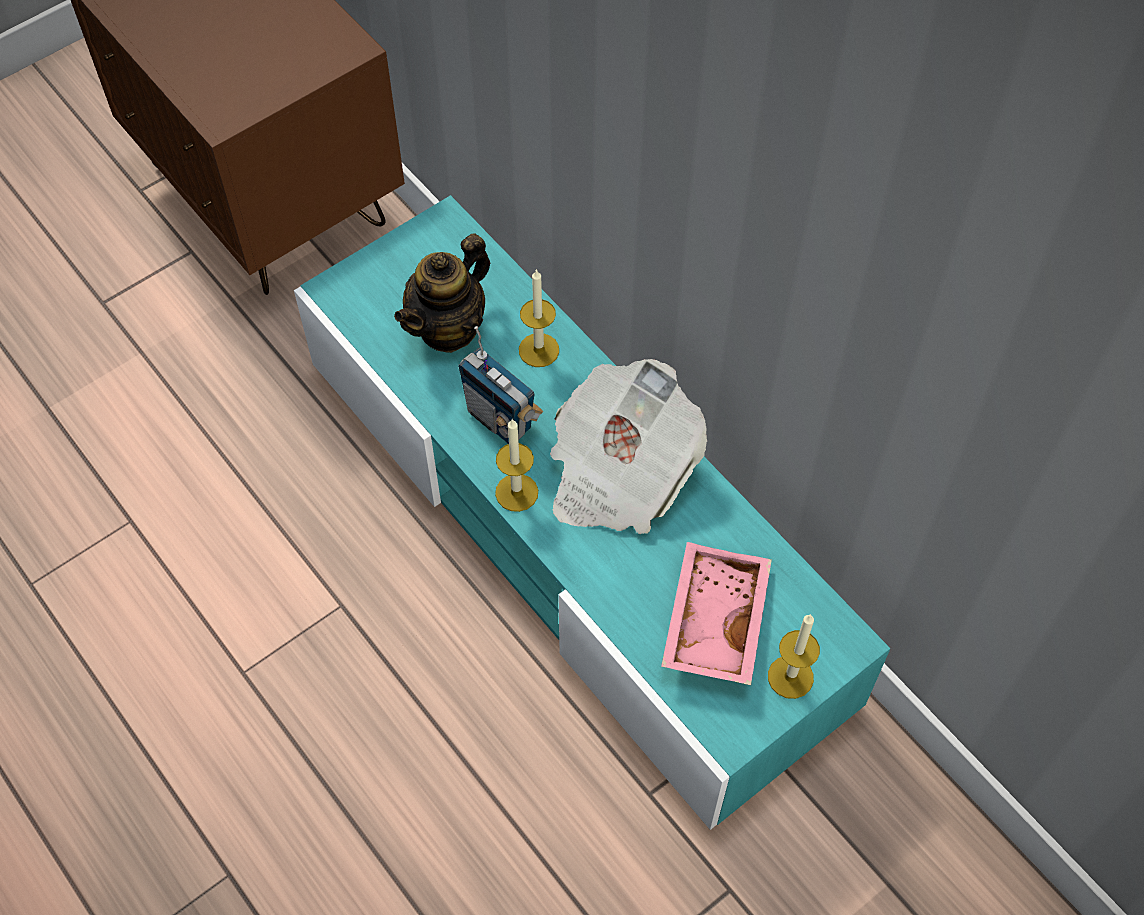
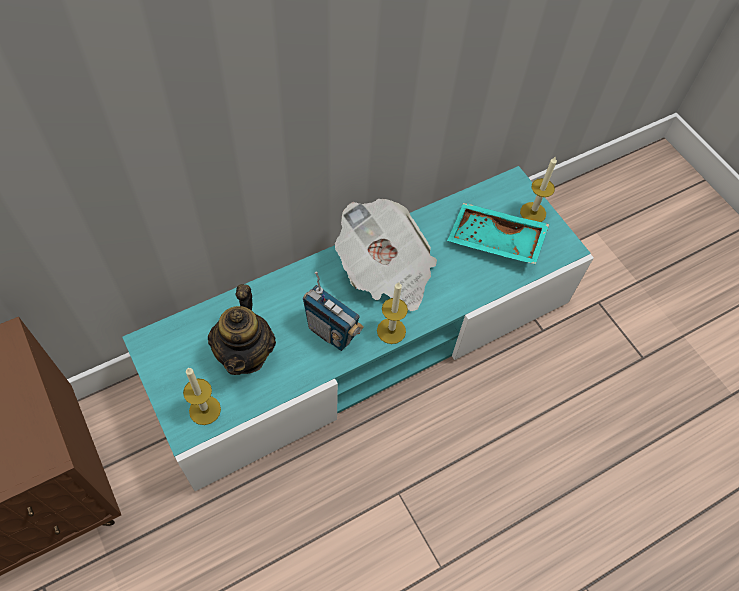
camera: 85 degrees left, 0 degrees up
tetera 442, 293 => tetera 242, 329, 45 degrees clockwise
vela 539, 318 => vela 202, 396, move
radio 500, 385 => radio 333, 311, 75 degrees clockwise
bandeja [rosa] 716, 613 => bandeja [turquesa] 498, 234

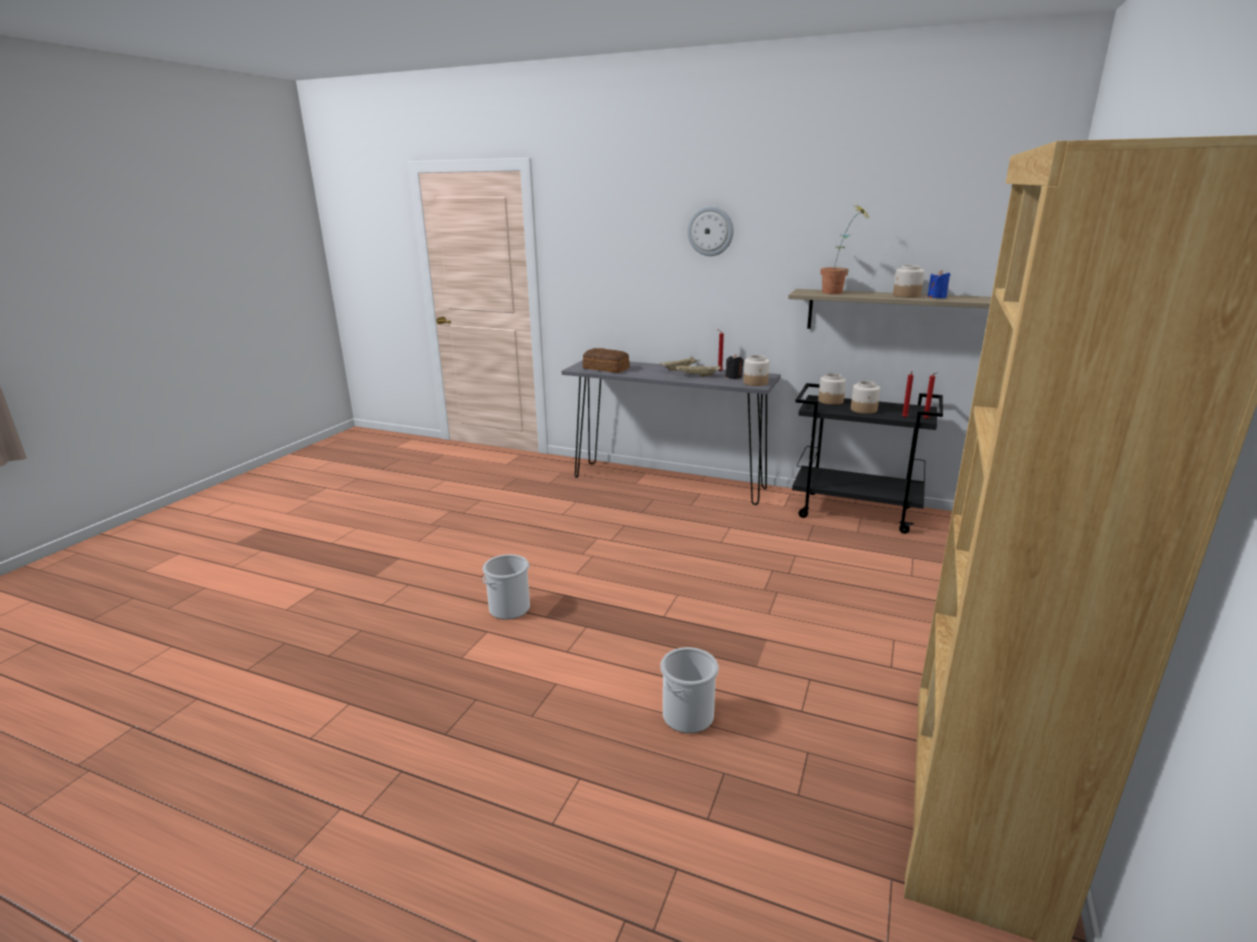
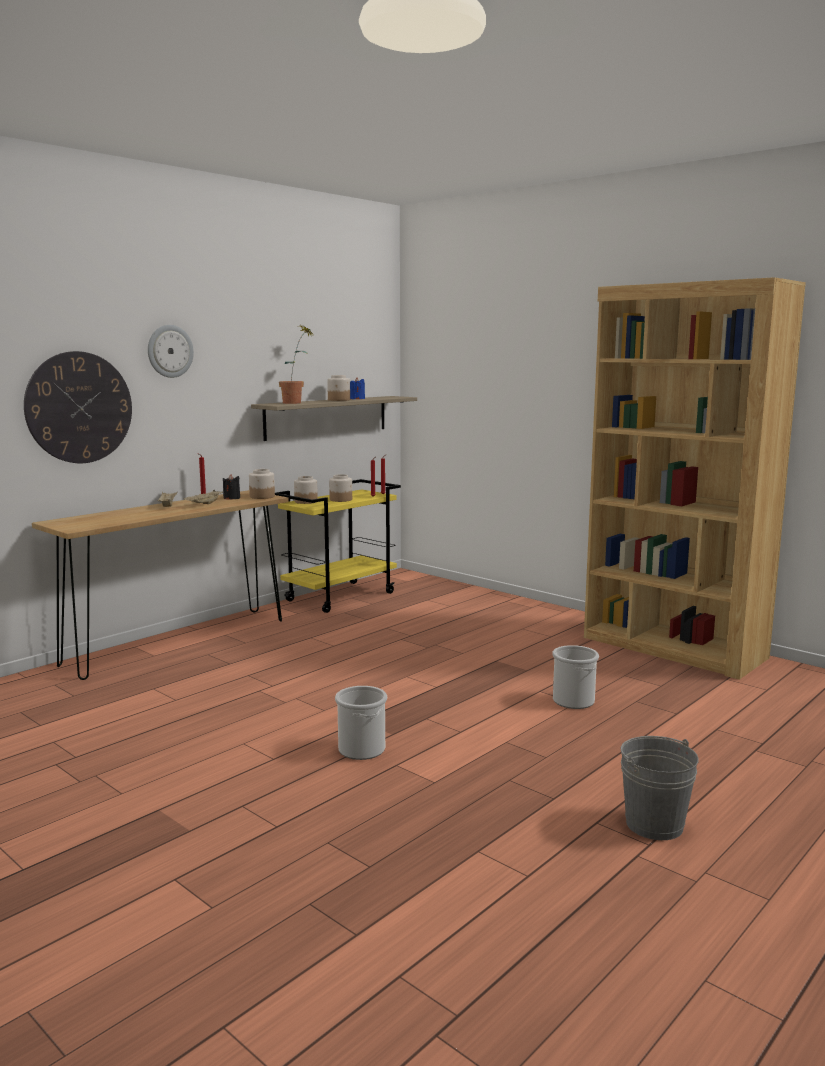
camera: 70 degrees left, 10 degrees down
pan 606, 360 => nothing
mesa consola [gris] 671, 432 => mesa consola [marrón] 160, 585
carrito [negro] 867, 458 => carrito [amarillo] 338, 546
nothing => reloj de pared 78, 407
nothing => cubo [gris] 659, 788

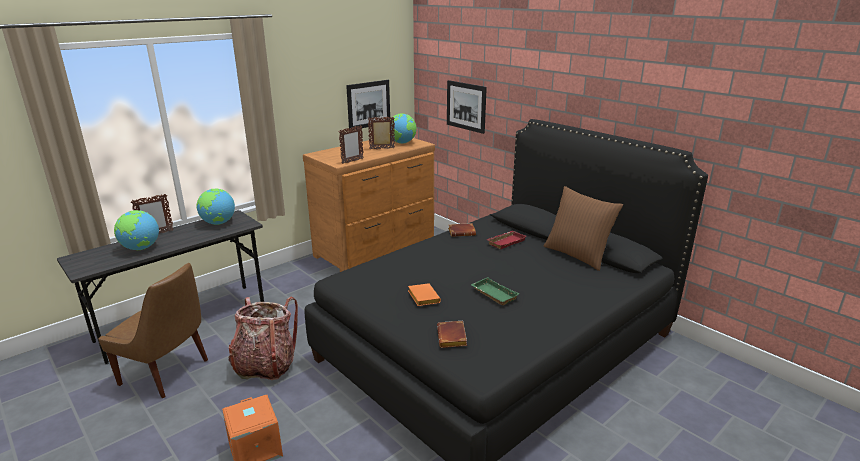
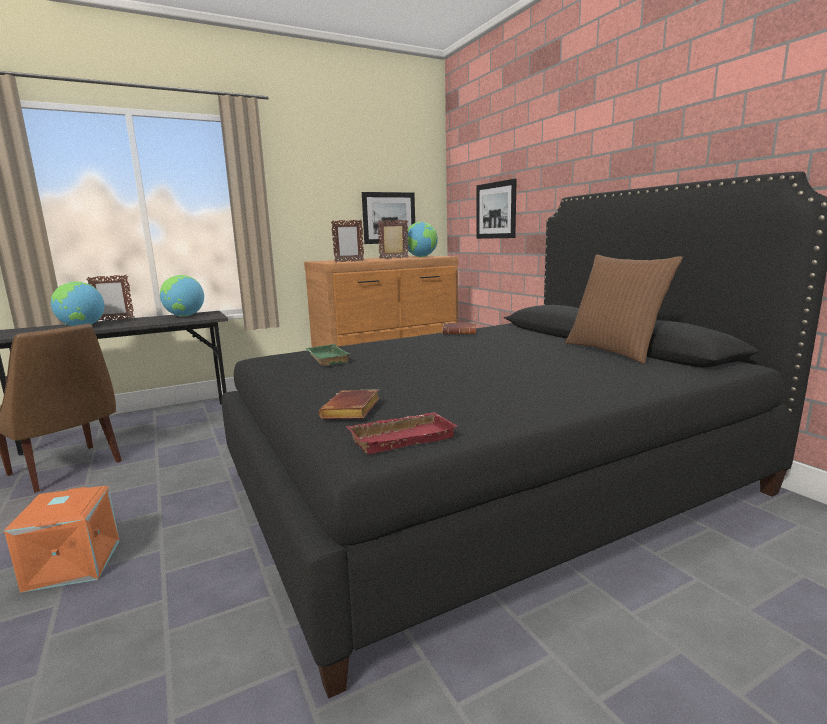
camera: 15 degrees right, 10 degrees down
bandeja [rojo] 506, 240 => bandeja [rojo] 402, 433, move
bandeja [verde] 495, 291 => bandeja [verde] 328, 355, move
libro [naranja] 424, 294 => nothing
mochila 263, 338 => nothing

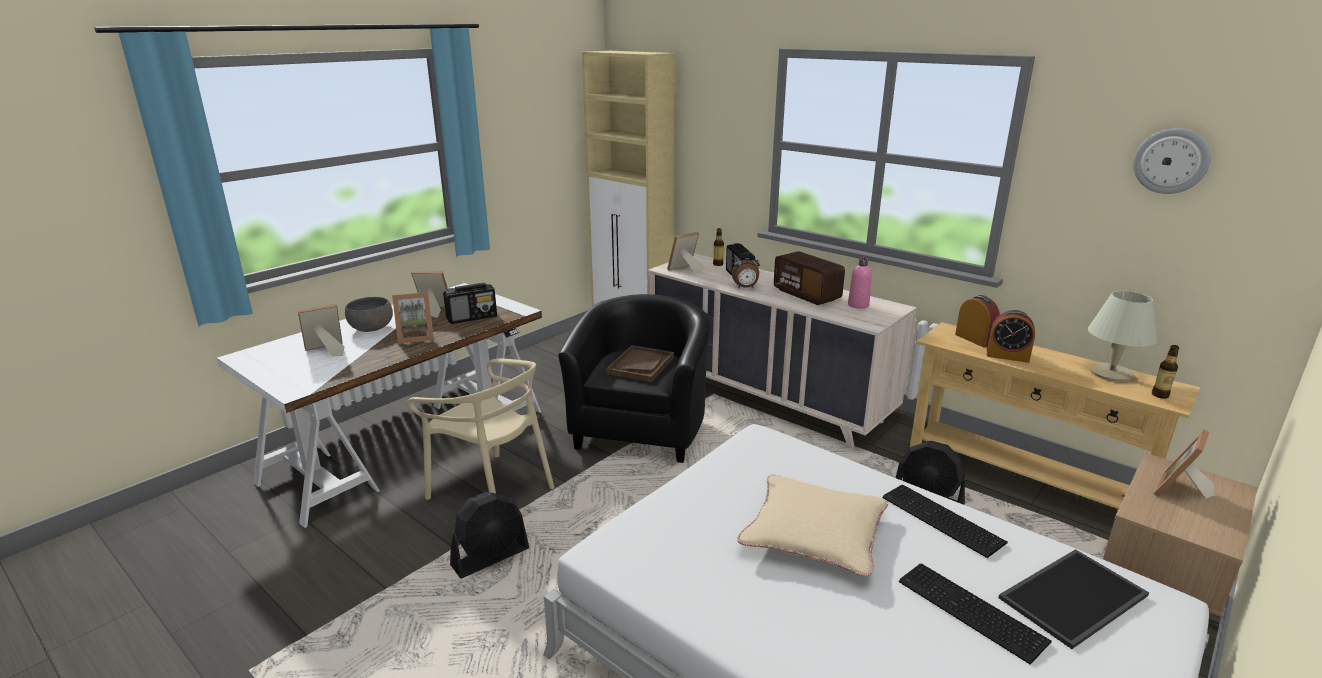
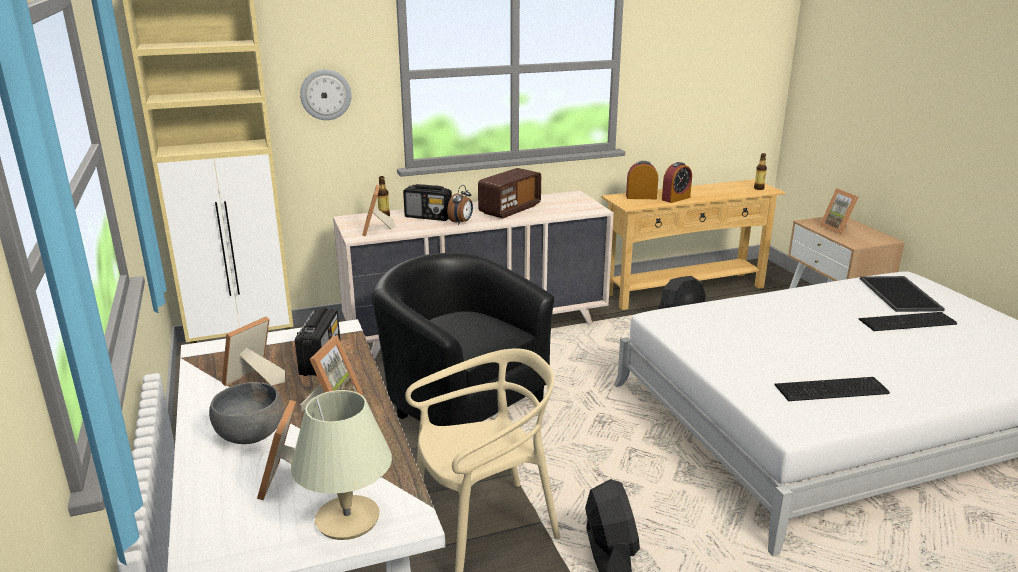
camera: 60 degrees left, 0 degrees up
reloj de pared 1172, 161 => reloj de pared 326, 94, move
radio 809, 278 => radio 509, 193, 45 degrees counterclockwise
botella [rosa] 860, 283 => nothing
lámpara de mesa [beis] 1122, 336 => lámpara de mesa [beis] 341, 465, move
bandeja [marrón] 640, 363 => nothing
cojín [beis] 812, 526 => nothing
teclado 945, 521 => teclado 832, 389, move

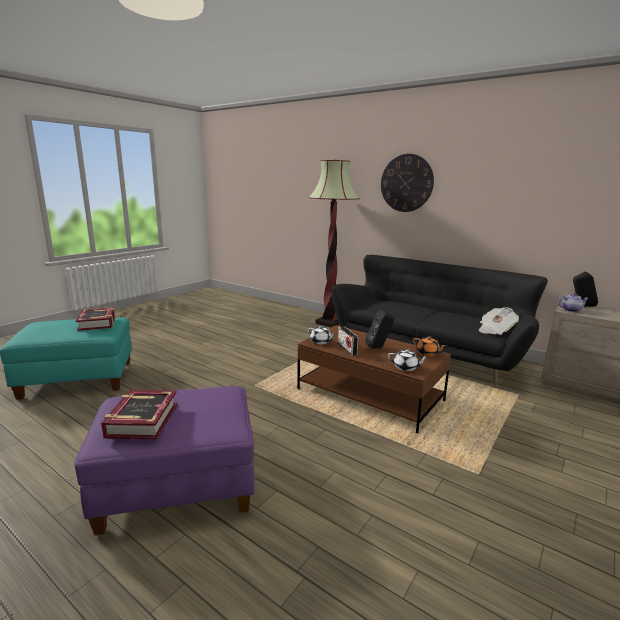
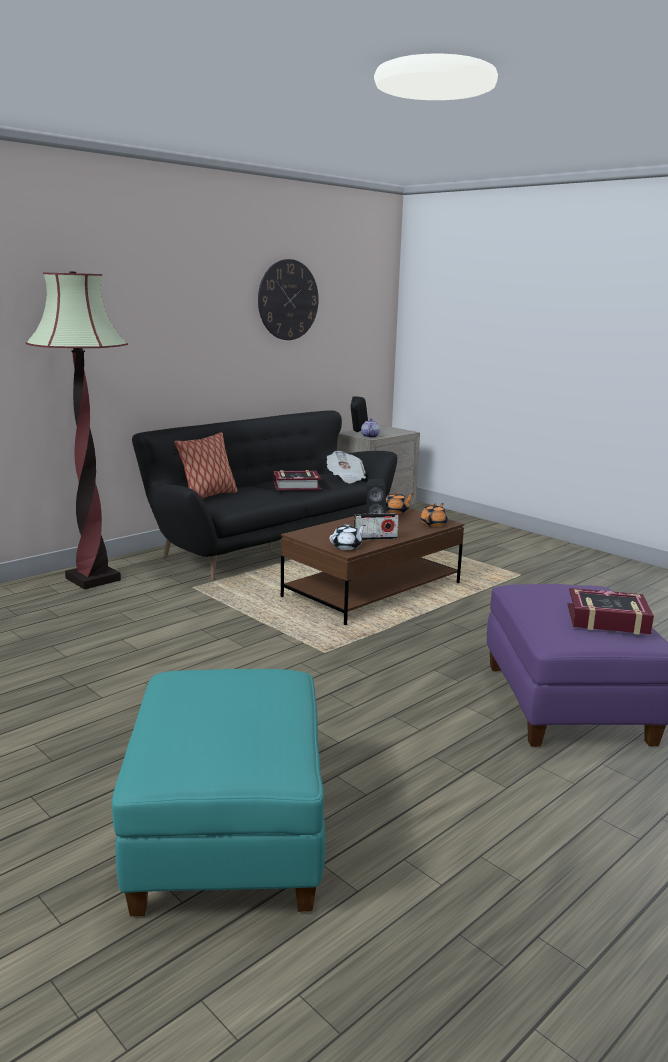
camera: 80 degrees left, 0 degrees up
reloj de pared 407, 183 => reloj de pared 288, 299, move
libro 96, 319 => libro 297, 480, move
tetera [blanco] 408, 360 => tetera [naranja] 434, 515
nothing => cojín 206, 466

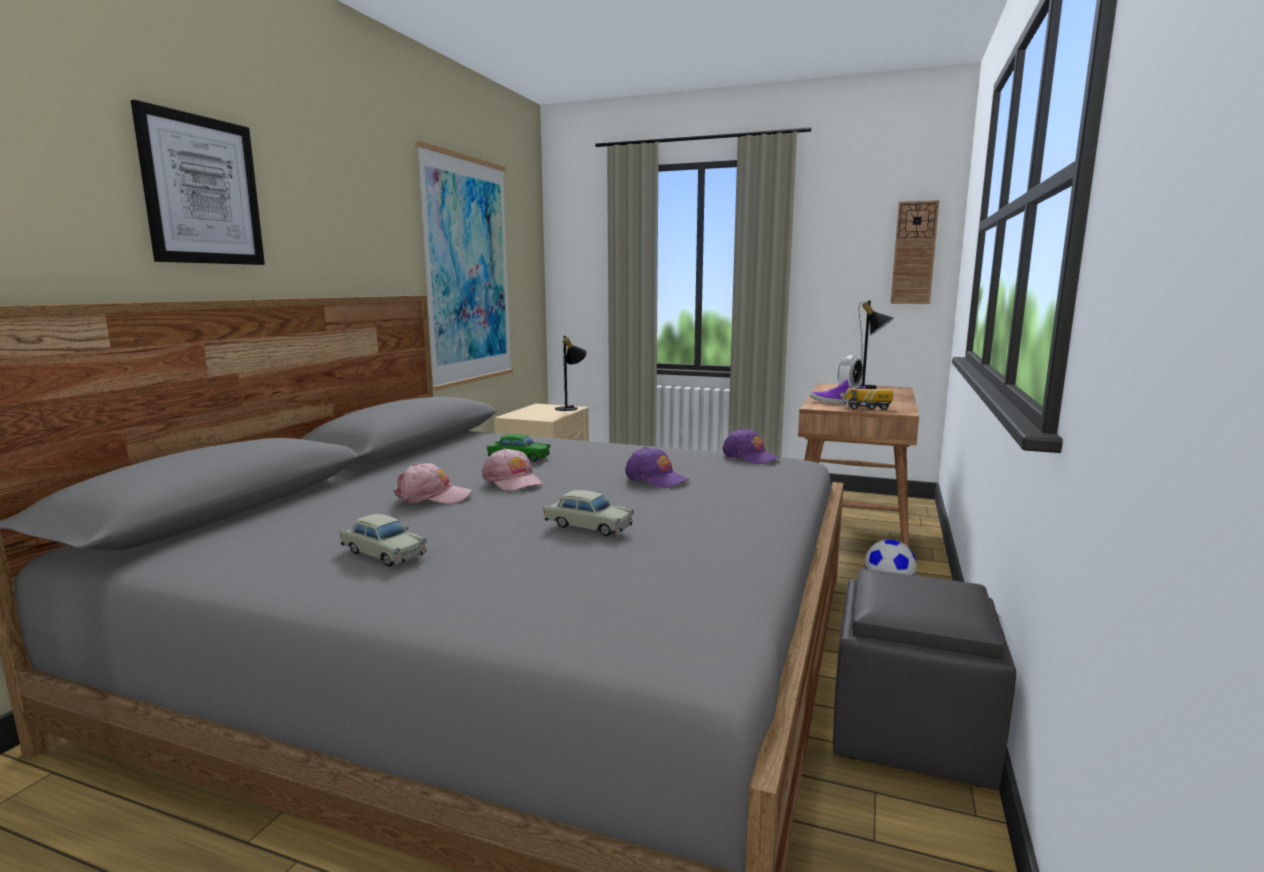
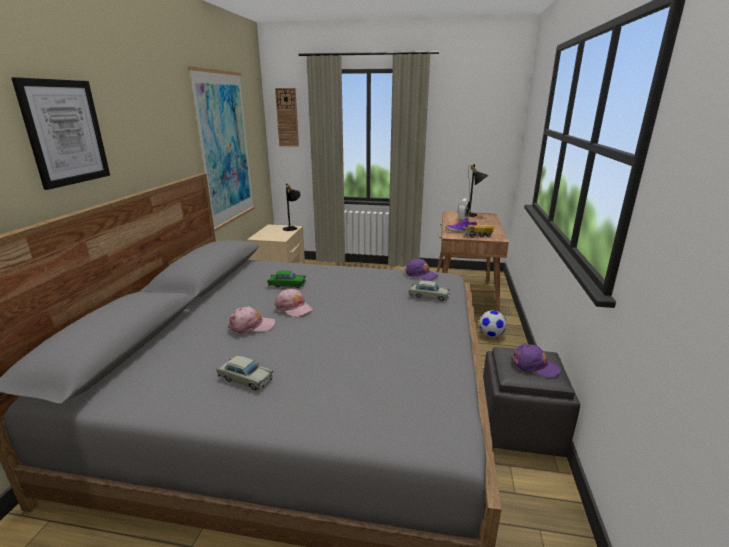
camera: 10 degrees left, 10 degrees up
reloj de pared 915, 252 => reloj de pared 287, 117, move
gorra [morado] 657, 467 => gorra [morado] 536, 361, move
coche de juguete [beis] 588, 513 => coche de juguete [beis] 429, 291, move

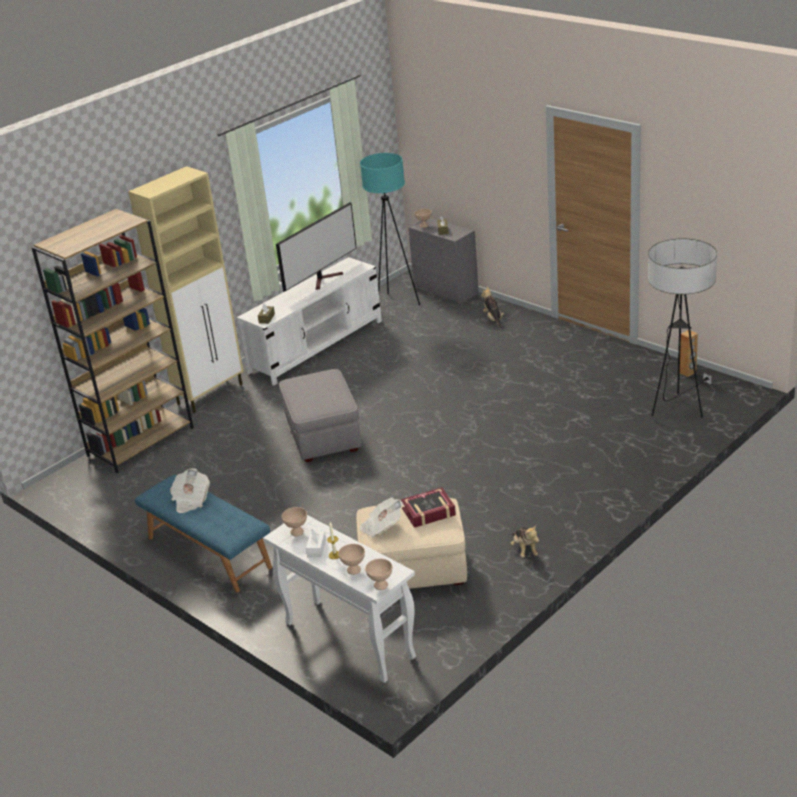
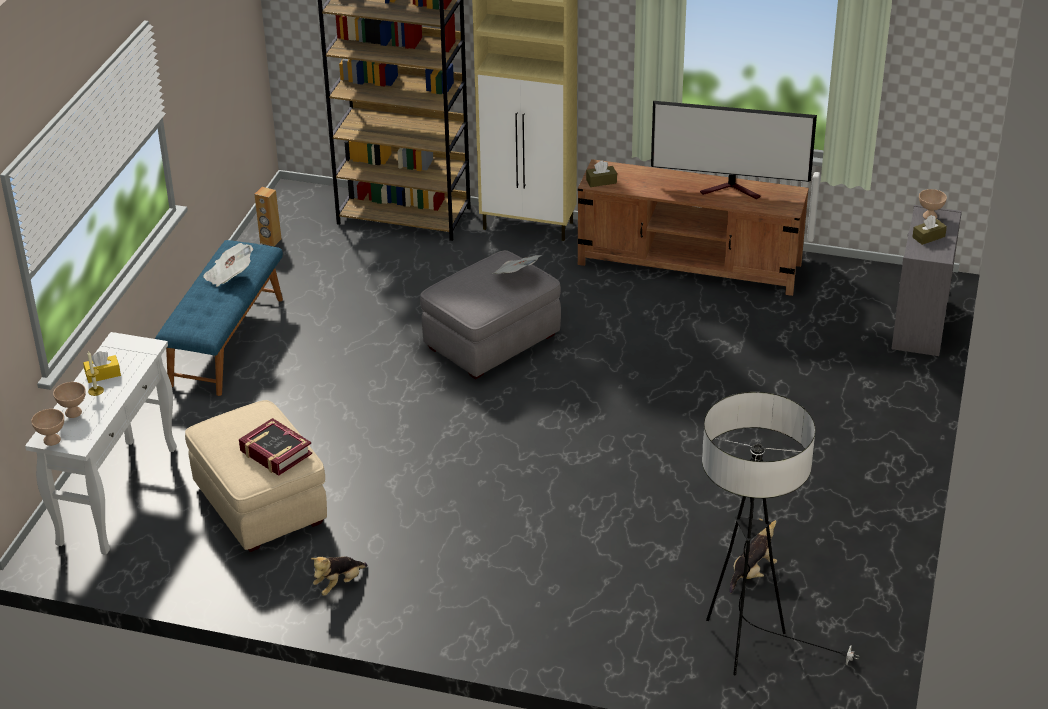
camera: 60 degrees right, 5 degrees up
lámpara de pie [turquesa] 390, 229 => nothing
mueble de televisión [blanco] 309, 321 => mueble de televisión [marrón] 693, 227
peluche 492, 308 => peluche 753, 555, move
altavoz [marrón] 689, 353 => altavoz [marrón] 268, 217, move
periódico 381, 518 => periódico 517, 264, move
cuenco [beis] 294, 521 => nothing
caja de pañuelos [blanco] 316, 543 => caja de pañuelos [amarillo] 102, 367

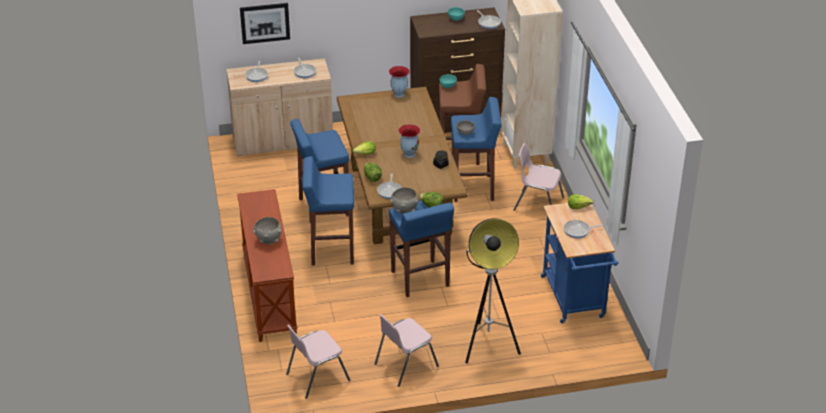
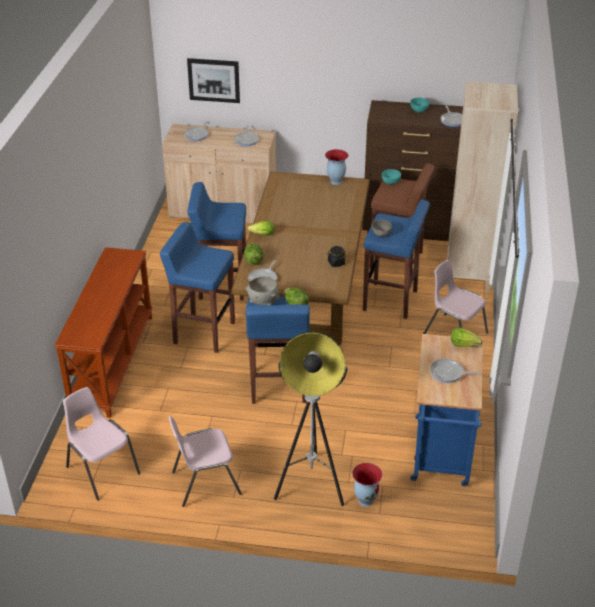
camera: 20 degrees right, 0 degrees up
florero 409, 141 => florero 367, 485, move
cuenco [gris] 267, 230 => nothing
silla [rosa] 318, 361 => silla [rosa] 102, 443, 60 degrees clockwise

